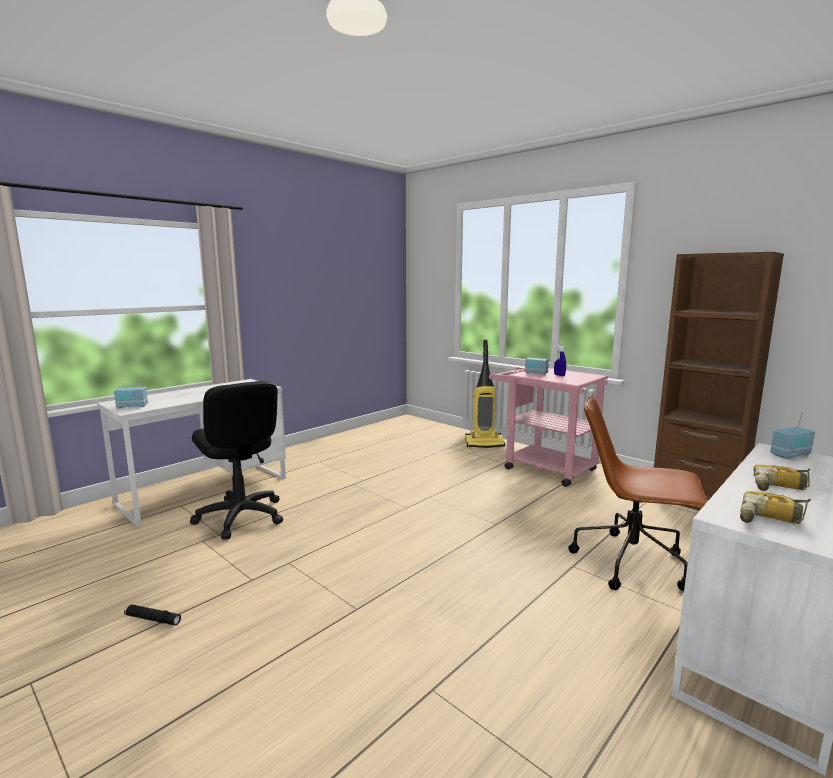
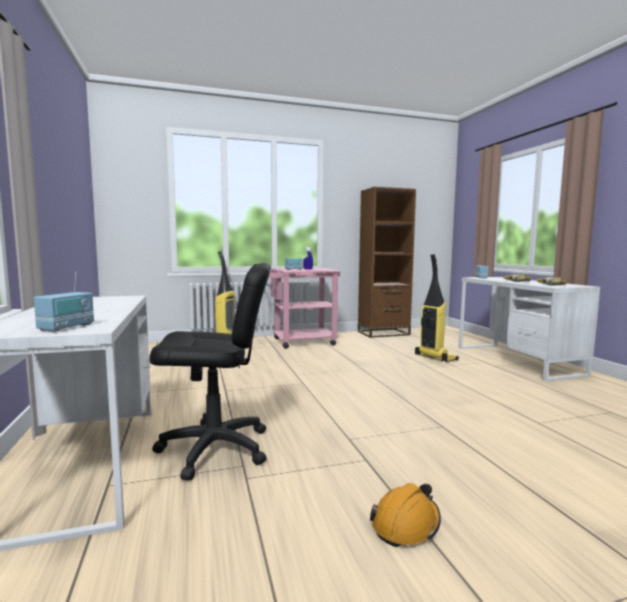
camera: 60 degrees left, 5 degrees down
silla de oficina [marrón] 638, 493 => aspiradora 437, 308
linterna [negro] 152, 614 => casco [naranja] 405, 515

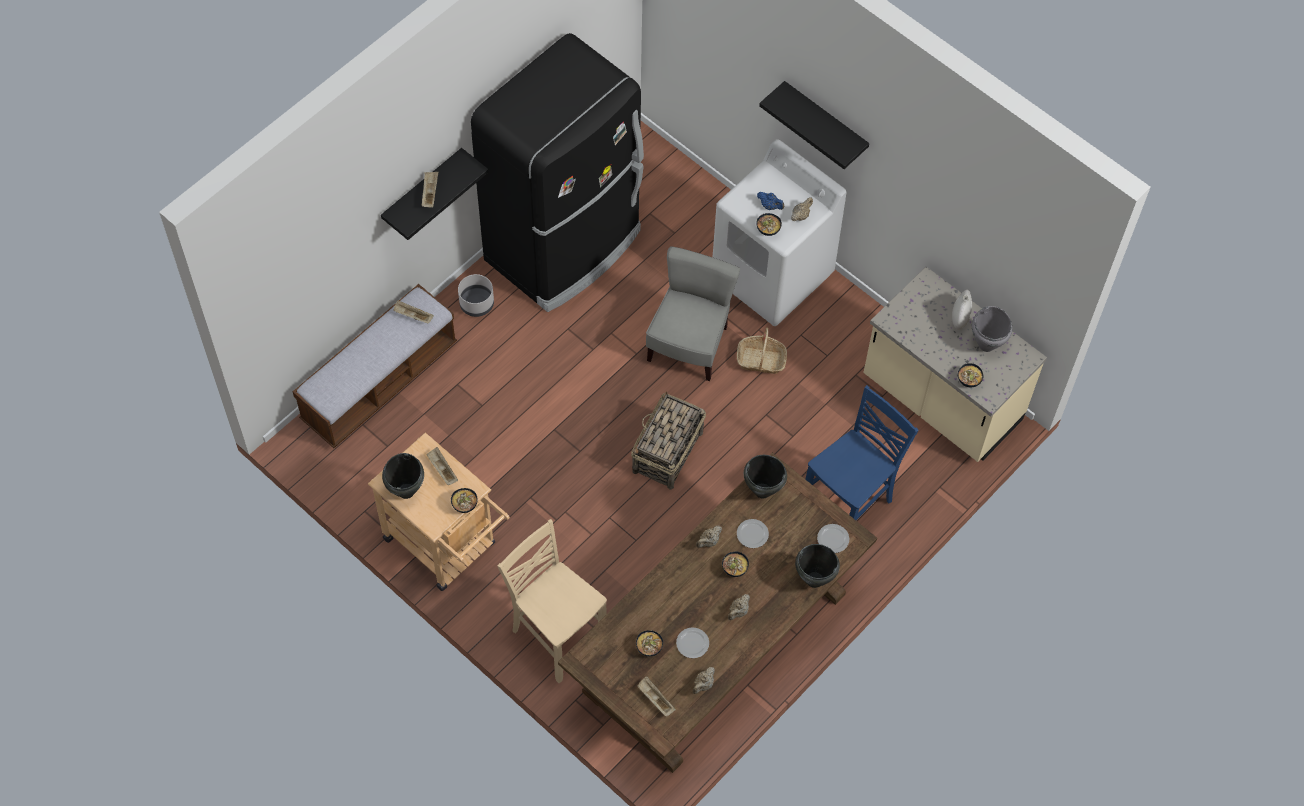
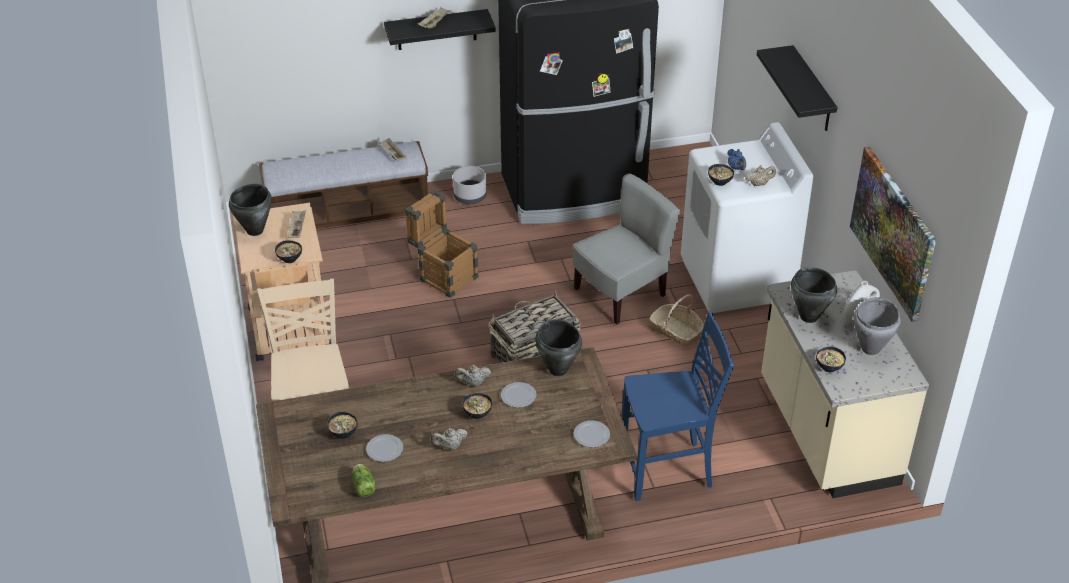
camera: 35 degrees right, 20 degrees down
olla [negro] 817, 566 => olla [negro] 814, 295, move
tetera [beis] 703, 680 => lechuga 364, 480
bandeja [beis] 656, 696 => nothing
nothing => cuadro 893, 234
nothing => caja de embalaje 441, 243

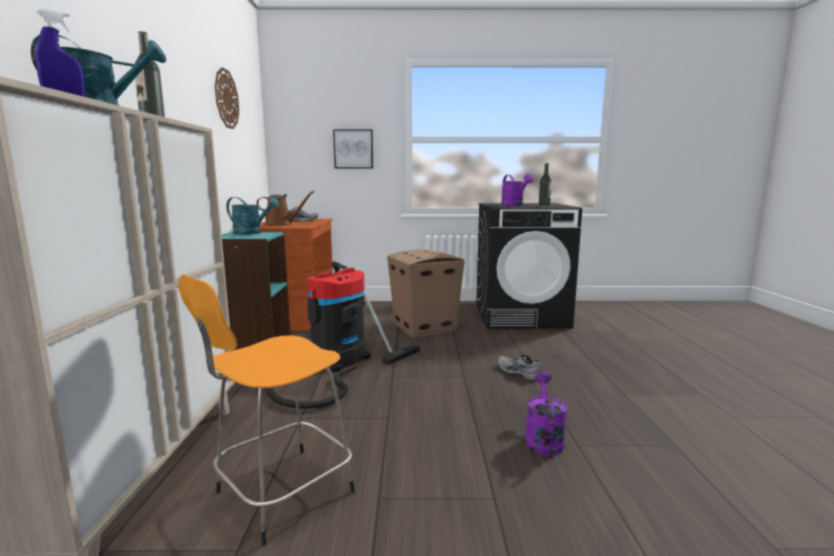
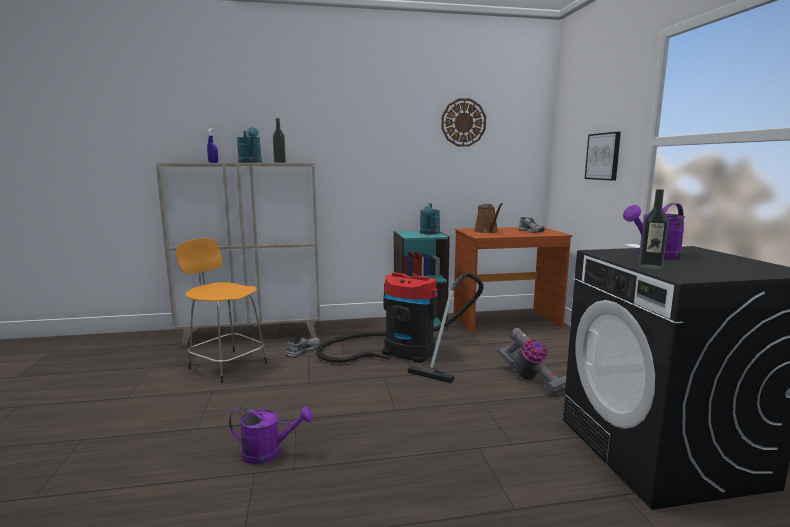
camera: 80 degrees right, 0 degrees up
caja de cartón 426, 294 => aspiradora 531, 361
zapato [gris] 519, 367 => zapato [gris] 302, 347, move

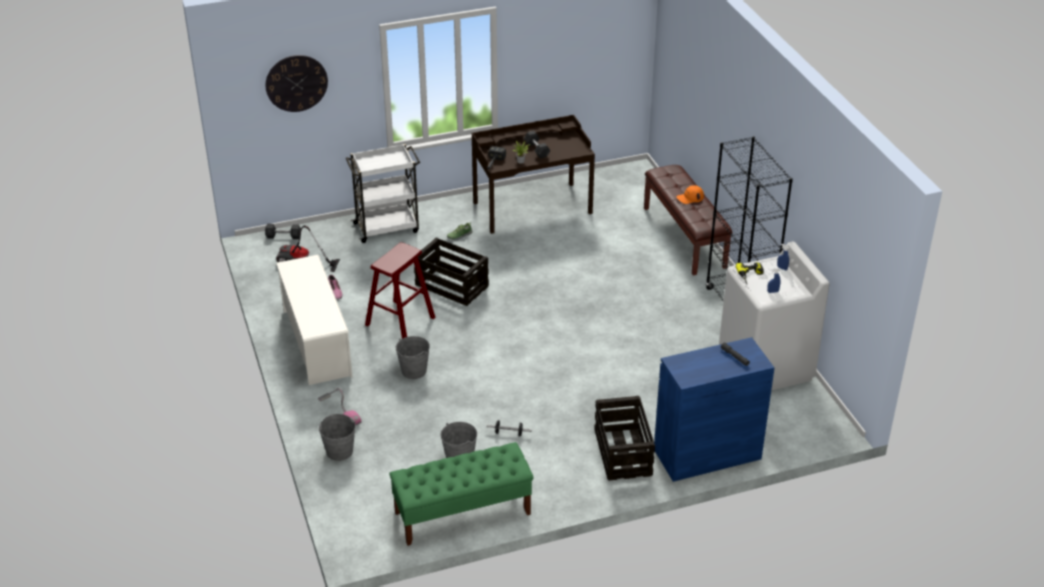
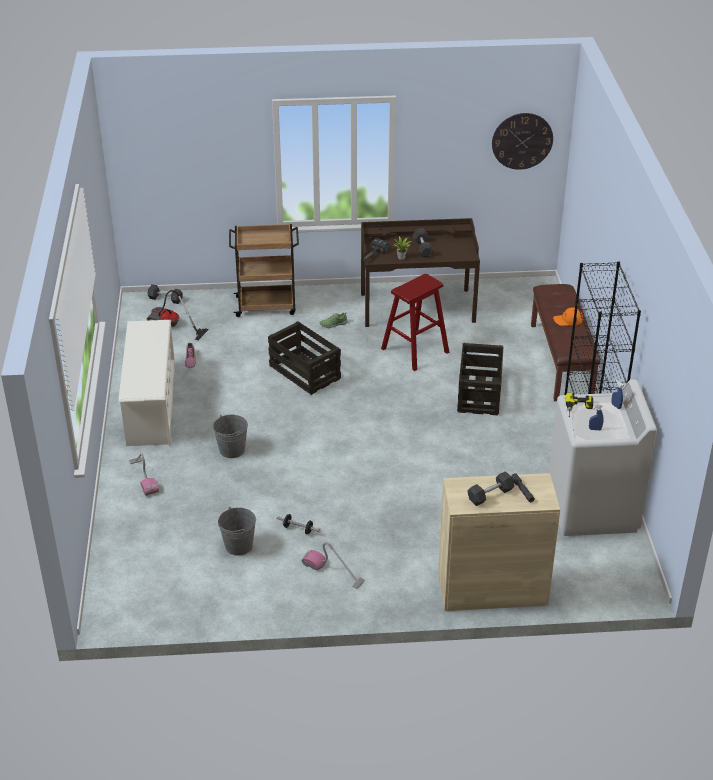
camera: 15 degrees right, 0 degrees up
reloj de pared 296, 83 => reloj de pared 522, 141, move
carrito [blanco] 383, 193 => carrito [marrón] 264, 270
taburete [rojo] 400, 290 => taburete [rojo] 415, 322, move
armario [azul] 714, 409 => armario [beis] 499, 542
caja de embalaje 624, 438 => caja de embalaje 480, 379, move
cubo [gris] 337, 437 => nothing
banco [verde] 461, 494 => nothing
nothing => mancuerna [gris] 491, 488
nothing => aspiradora 333, 565

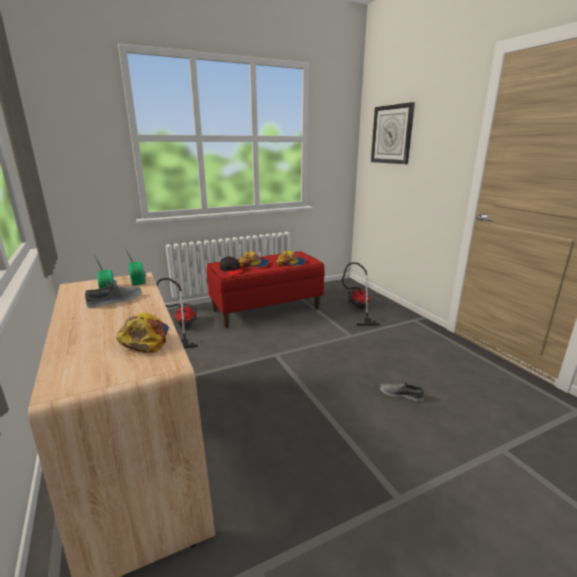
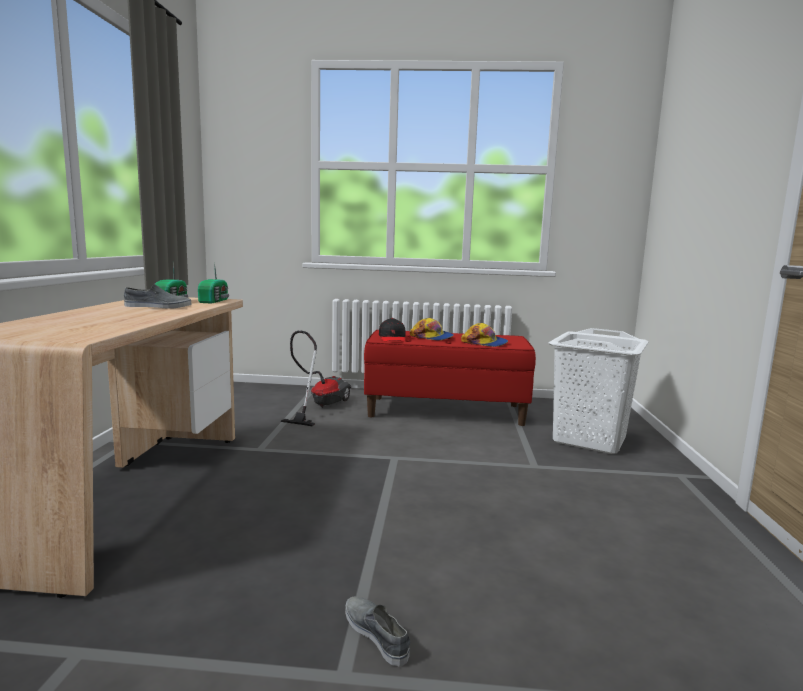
camera: 30 degrees right, 10 degrees down
reloj de pared 393, 133 => nothing
aspiradora 361, 294 => cesto de la ropa [blanco] 598, 391
gorra 142, 333 => nothing
zapato [gris] 402, 392 => zapato [gris] 377, 631, move

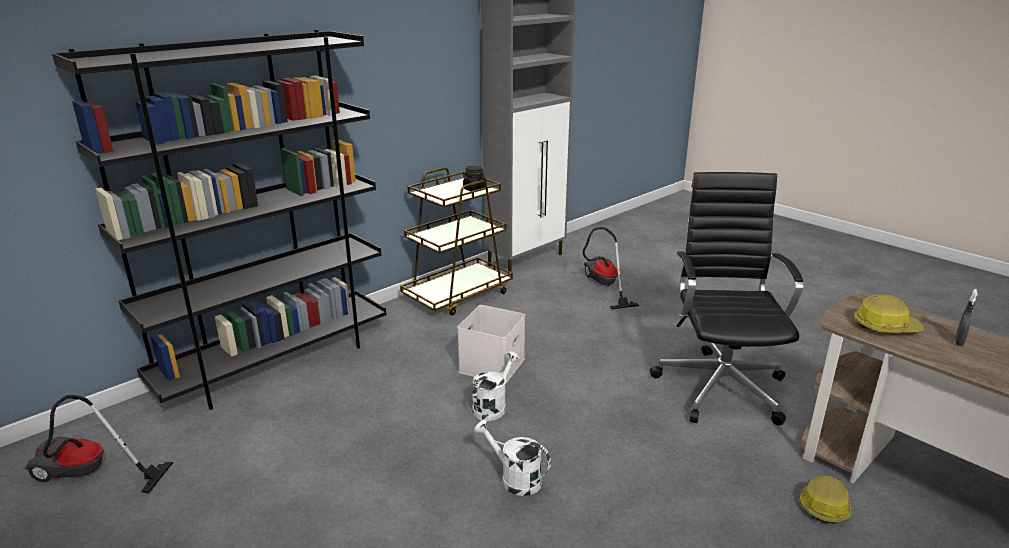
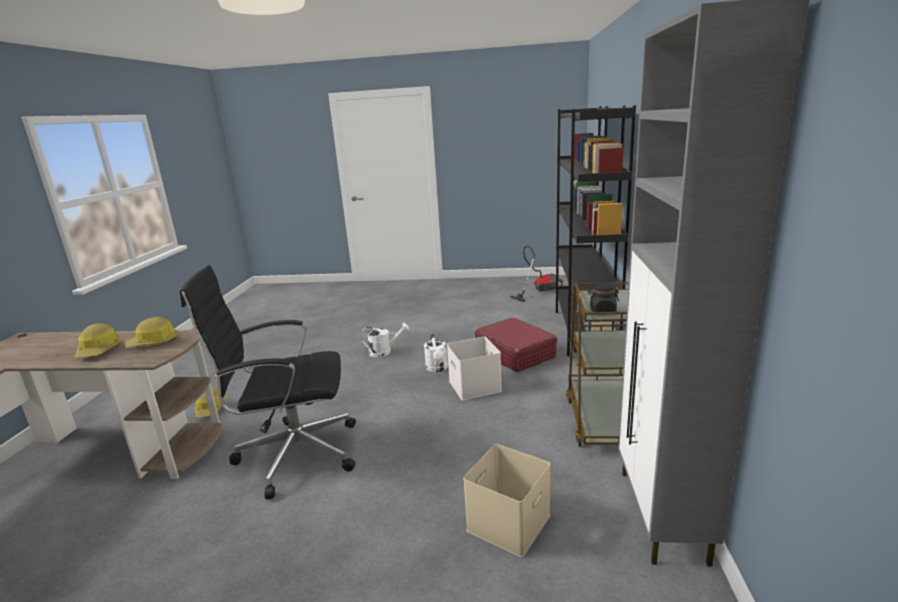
camera: 140 degrees right, 5 degrees down
silla de oficina [negro] 726, 298 => silla de oficina [negro] 268, 382, 120 degrees clockwise
aspiradora 611, 268 => caja de almacenaje [beis] 507, 500
pulverizador [gris] 966, 317 => casco 98, 340
nothing => maleta [rojo] 516, 344

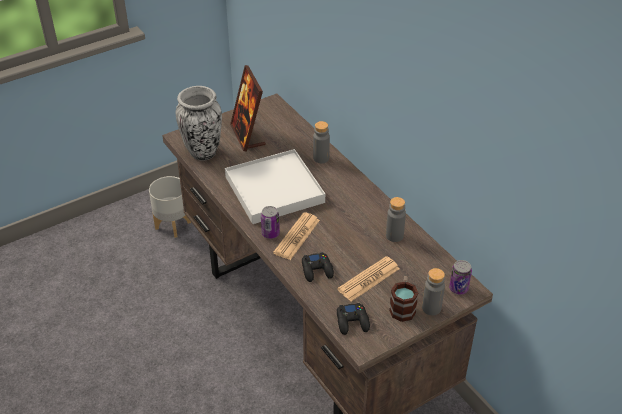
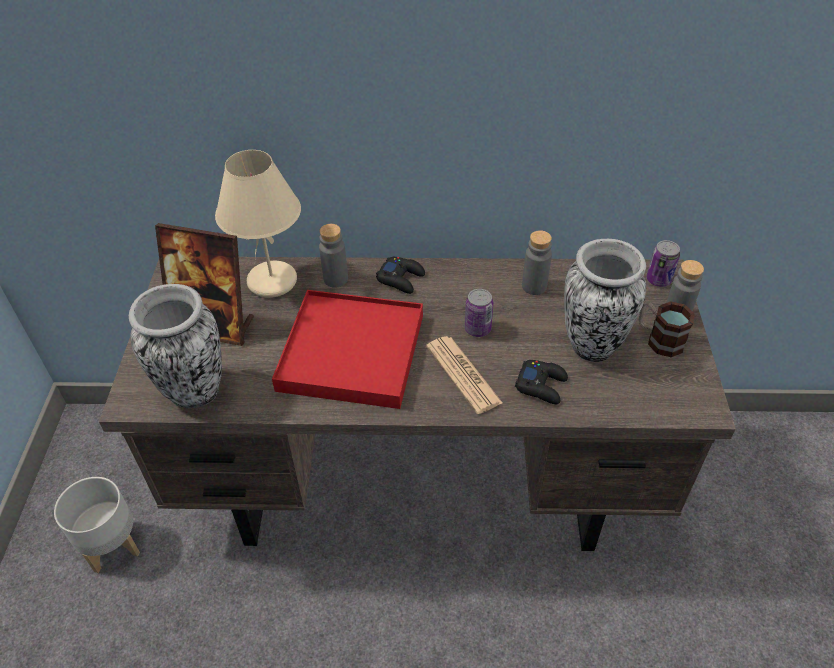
camera: 55 degrees left, 5 degrees up
bandeja [blanco] 275, 186 => bandeja [rojo] 347, 349
lata 270, 222 => lata 479, 313, move
periódico 368, 278 => florero 605, 300
mando de consola [negro] 353, 319 => mando de consola [negro] 400, 275, move
nothing => lámpara de mesa [beis] 258, 224

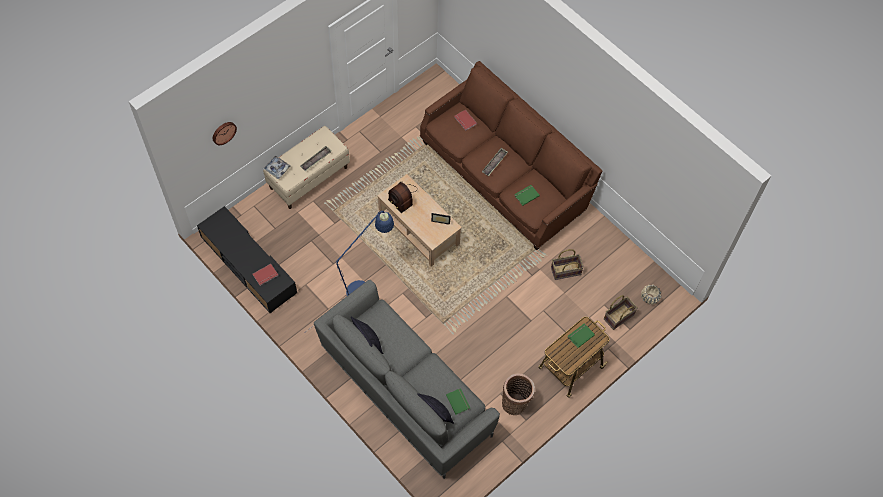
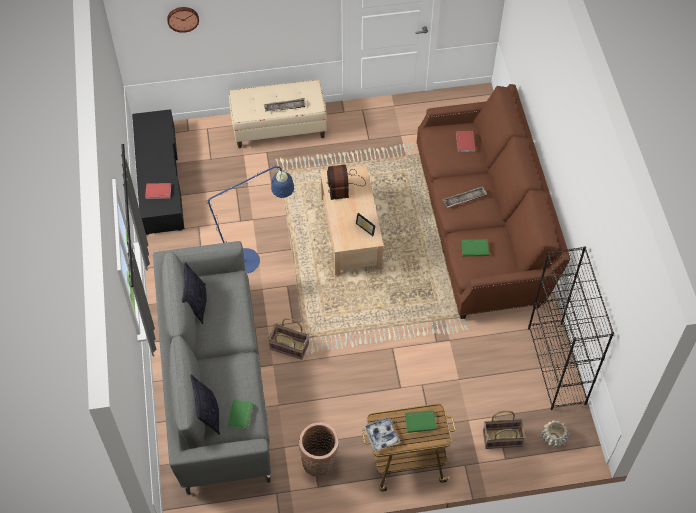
camera: 35 degrees right, 5 degrees down
bandeja 277, 167 => bandeja 382, 434, move
cesta 567, 264 => cesta 288, 339, move
nothing => estantería [negro] 571, 328

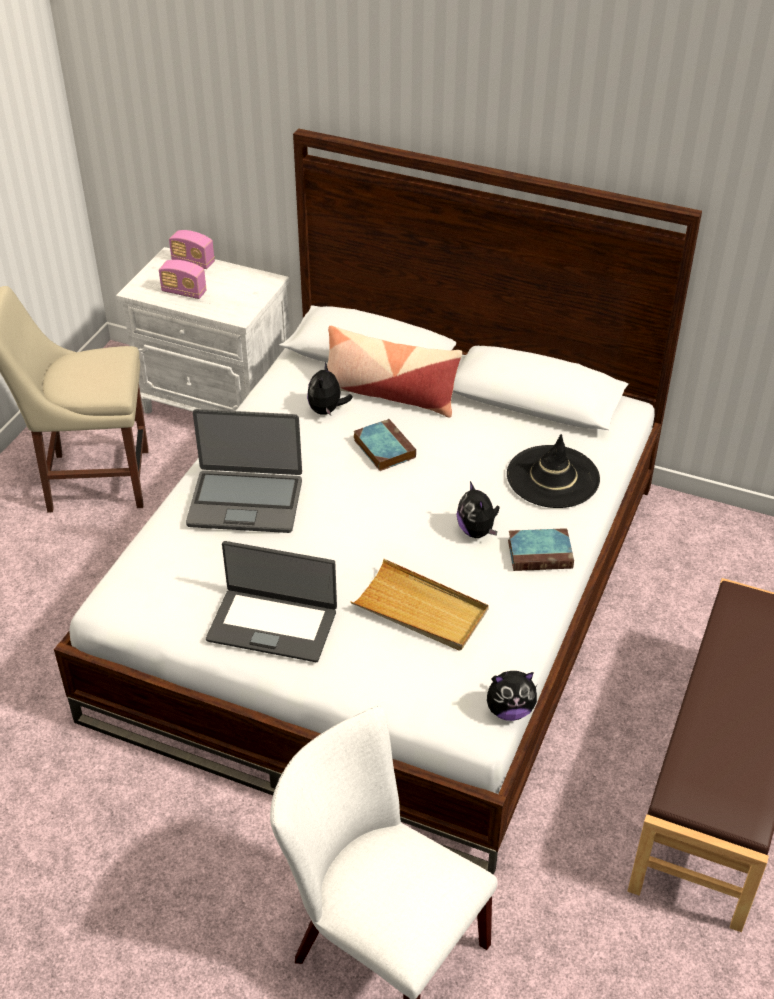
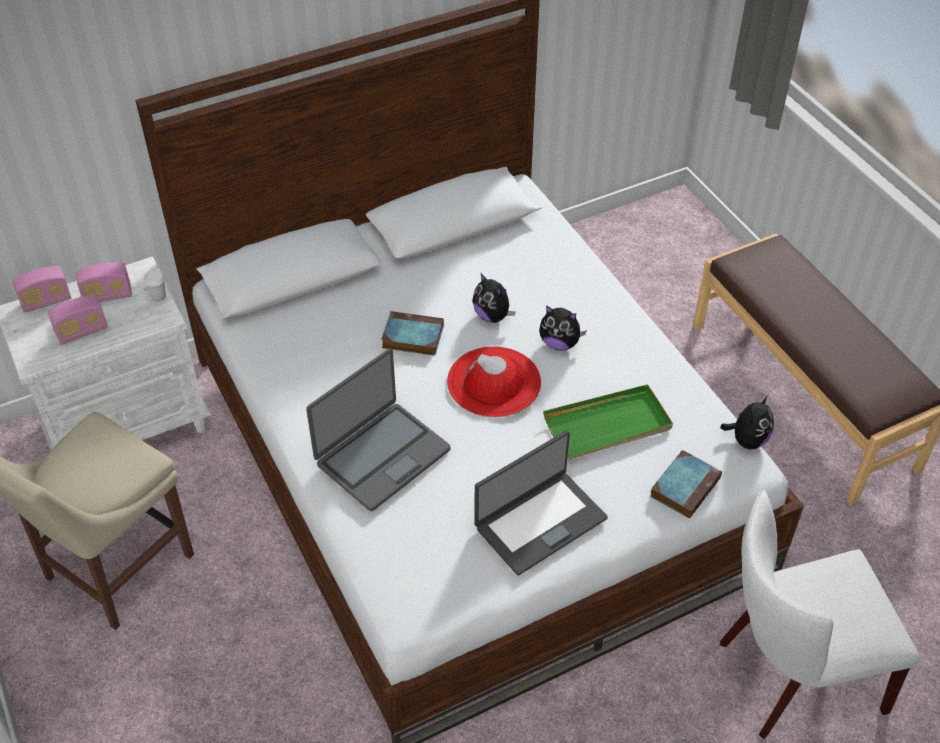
camera: 50 degrees left, 5 degrees up
cojín 394, 372 => nothing
peluche 330, 389 => peluche 494, 297, move
sombrero [negro] 553, 471 => nothing
libro 541, 549 => libro 686, 484, move
bandeja [beis] 420, 604 => bandeja [verde] 608, 422
nothing => radio 104, 282
nothing => taza [blanco] 155, 286
nothing => sombrero [rojo] 494, 381

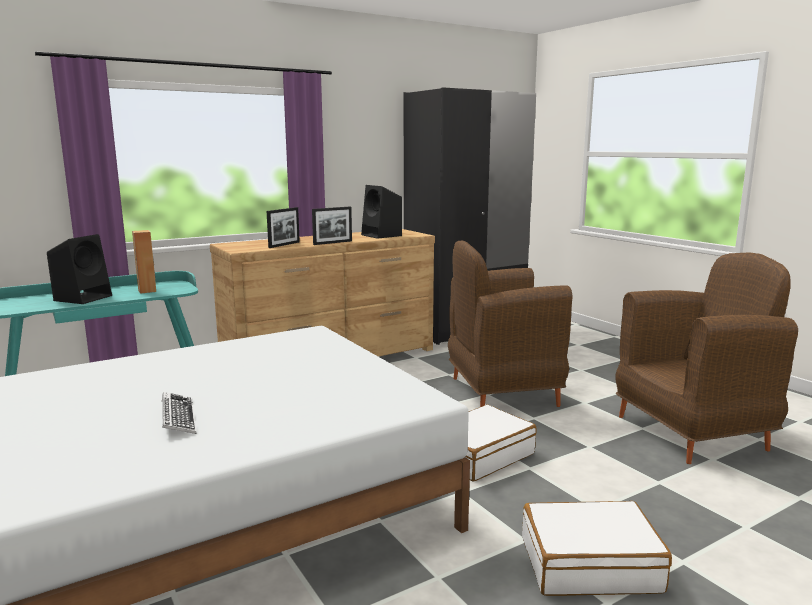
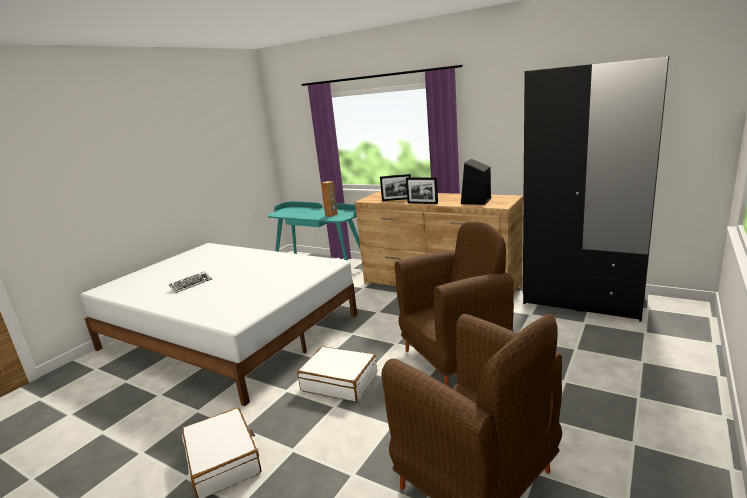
camera: 65 degrees right, 5 degrees up
altavoz [negro] 79, 269 => nothing
sillón [marrón] 510, 323 => sillón [marrón] 454, 304, 105 degrees clockwise

